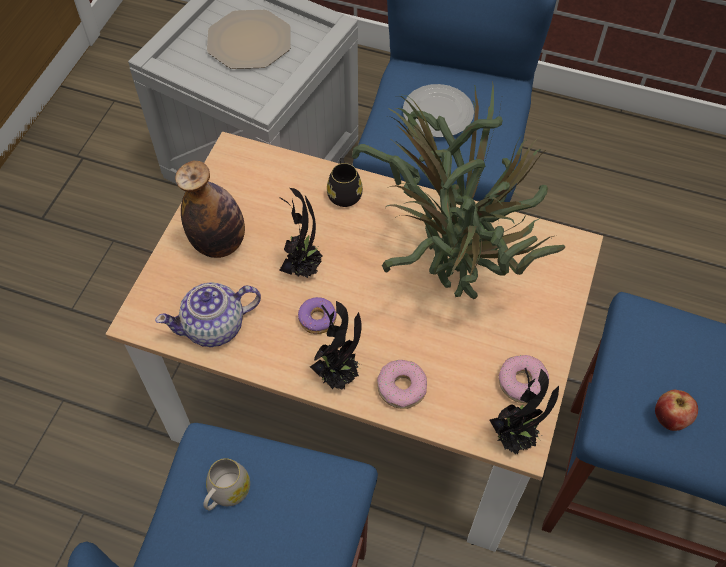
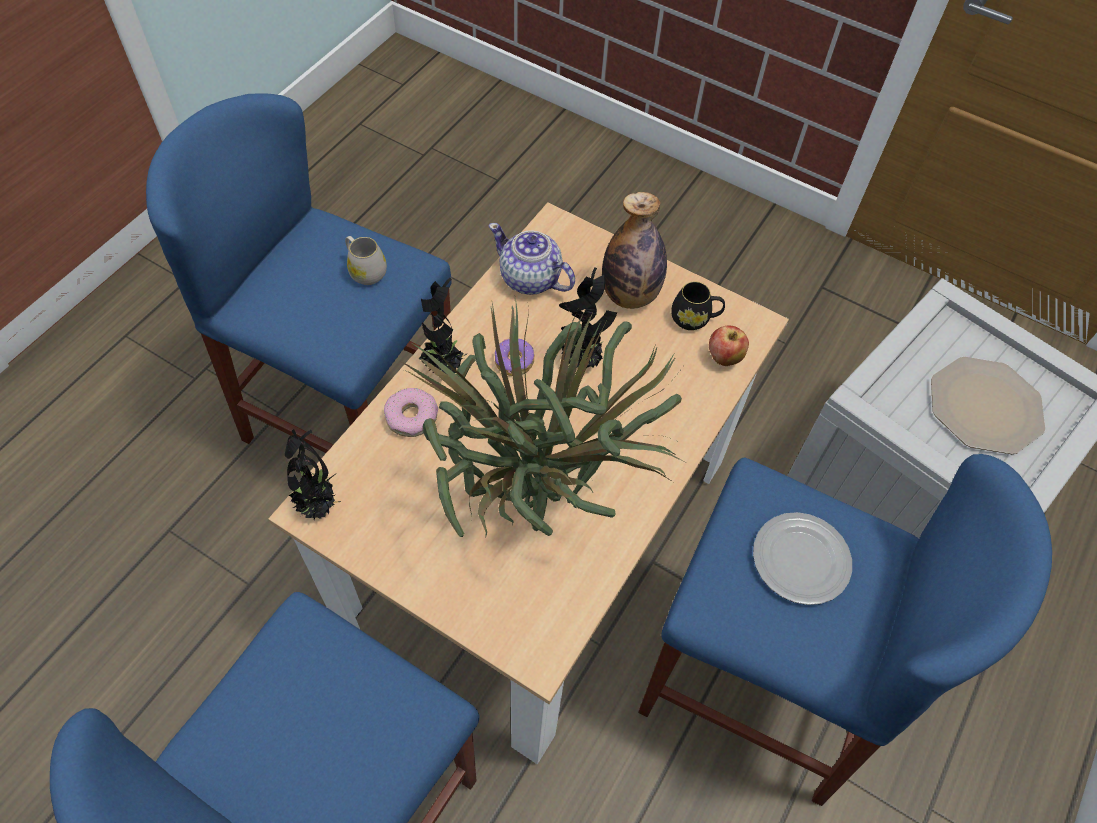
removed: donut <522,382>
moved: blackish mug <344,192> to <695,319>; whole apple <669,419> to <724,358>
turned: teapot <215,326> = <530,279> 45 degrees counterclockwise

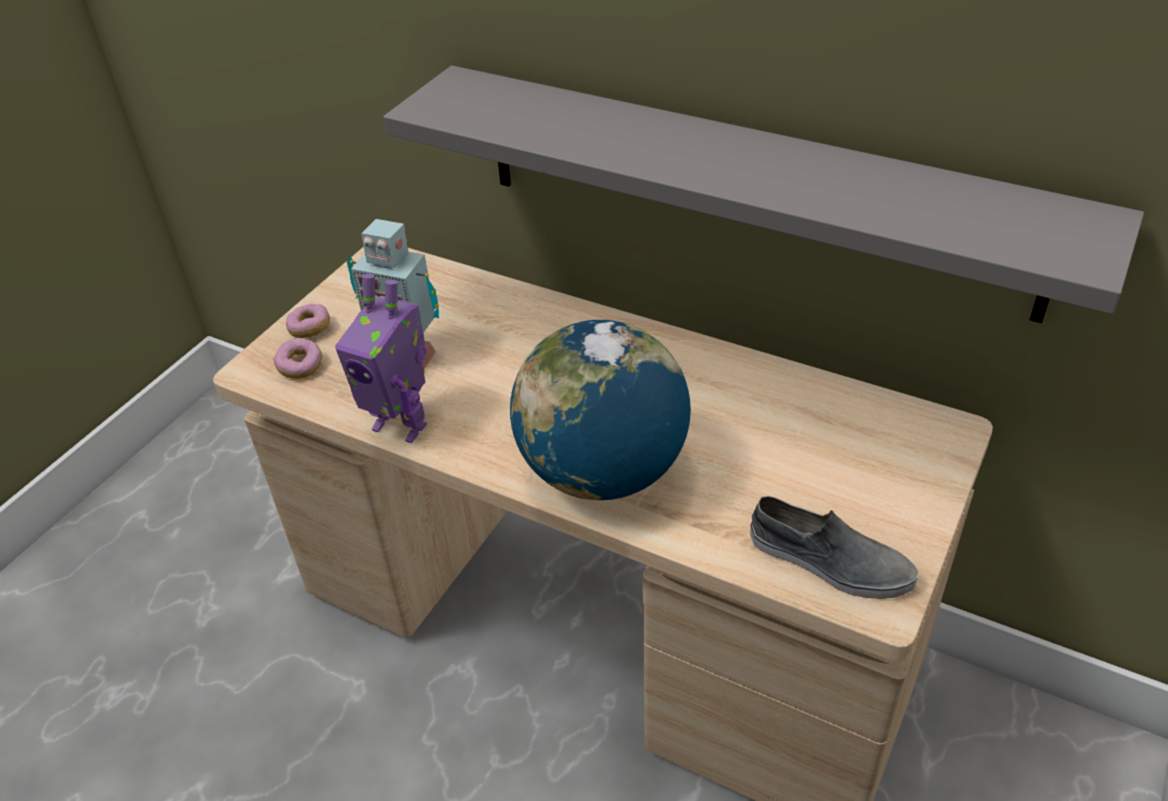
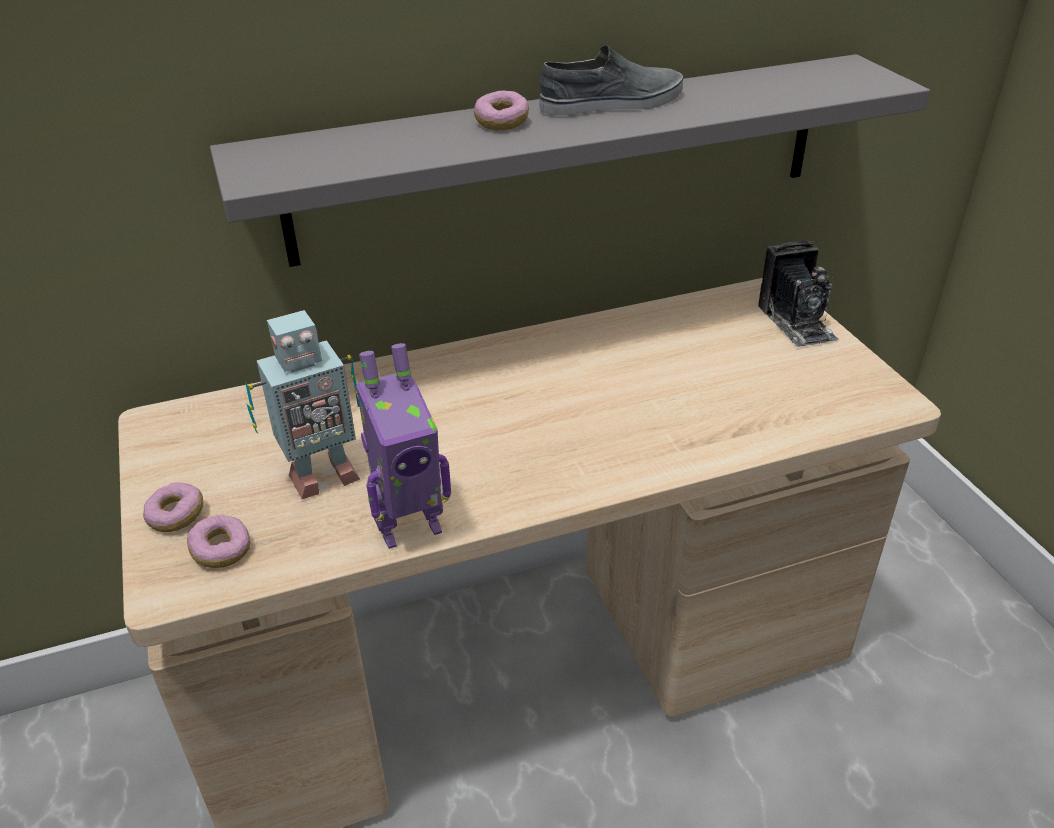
removed: desk globe <603,472>
added: donut <501,123>; photo camera <796,322>
moved: greyish shoe <829,562> to <613,103>

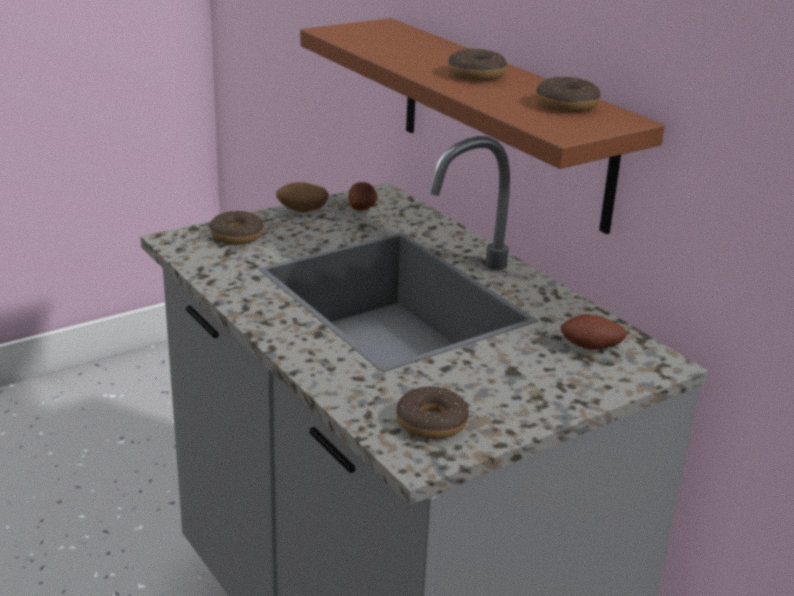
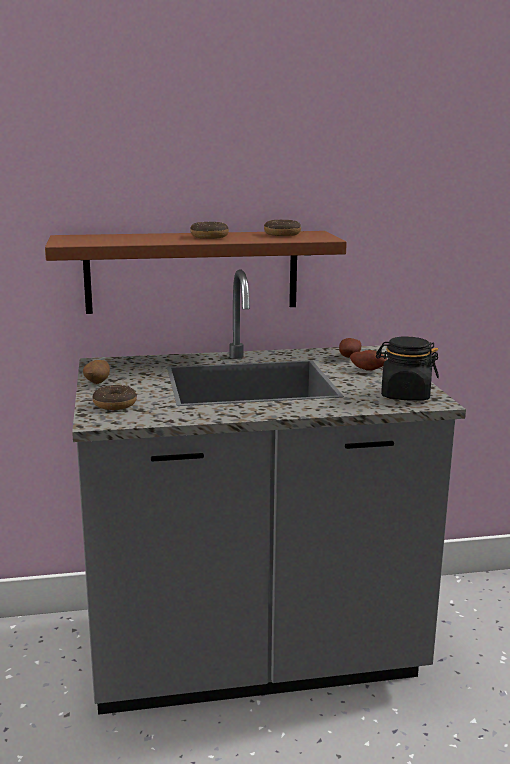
moved: whole potato <362,209> to <368,369>
replaced: donut <431,422> to blackish preserve jar <405,395>

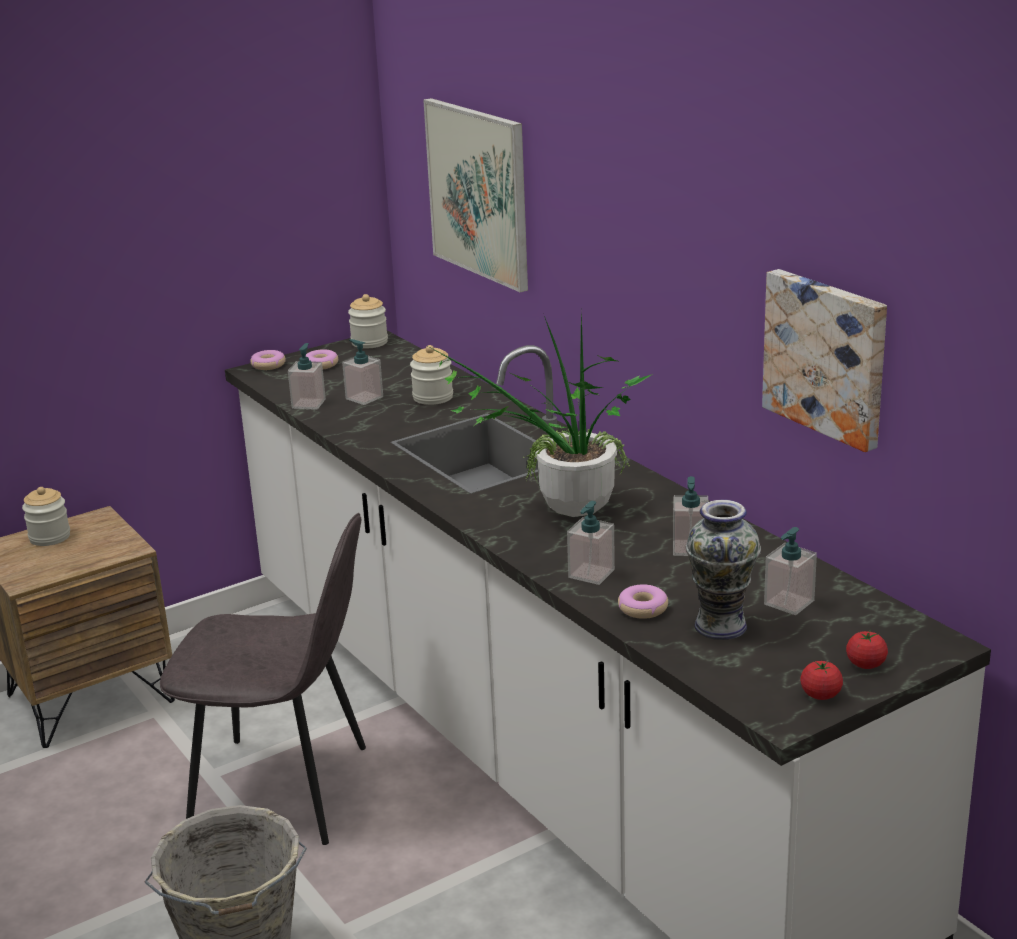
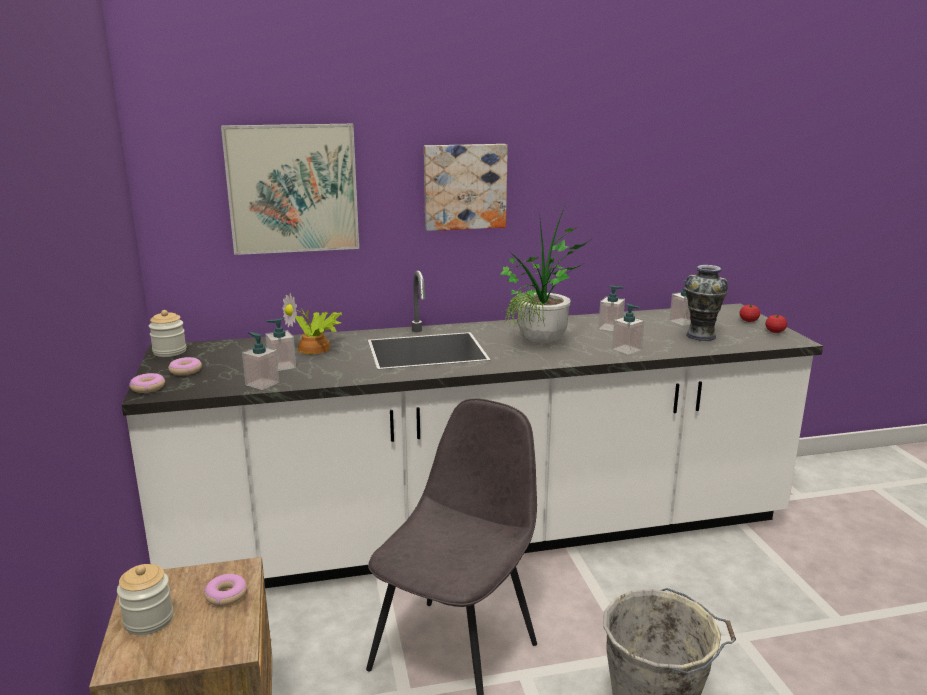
moved: wall picture <828,356> to <464,186>; donut <643,608> to <226,595>
replaced: preserve jar <433,397> to houseplant <316,348>

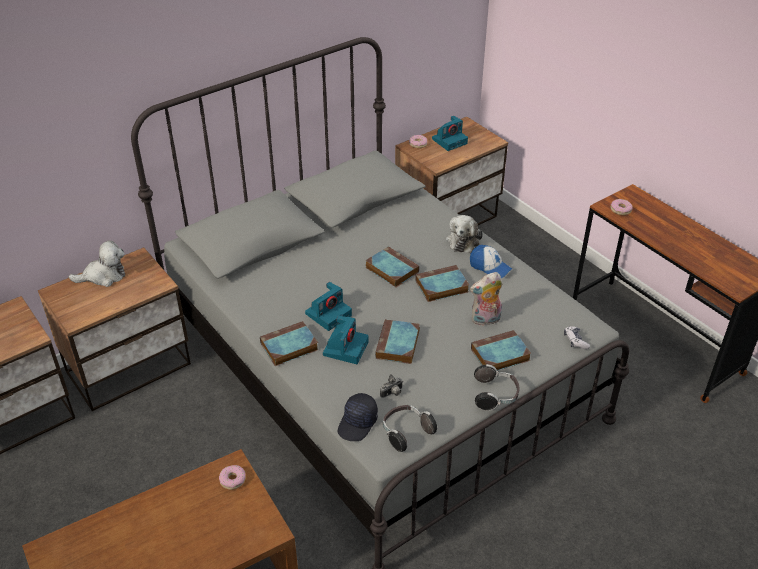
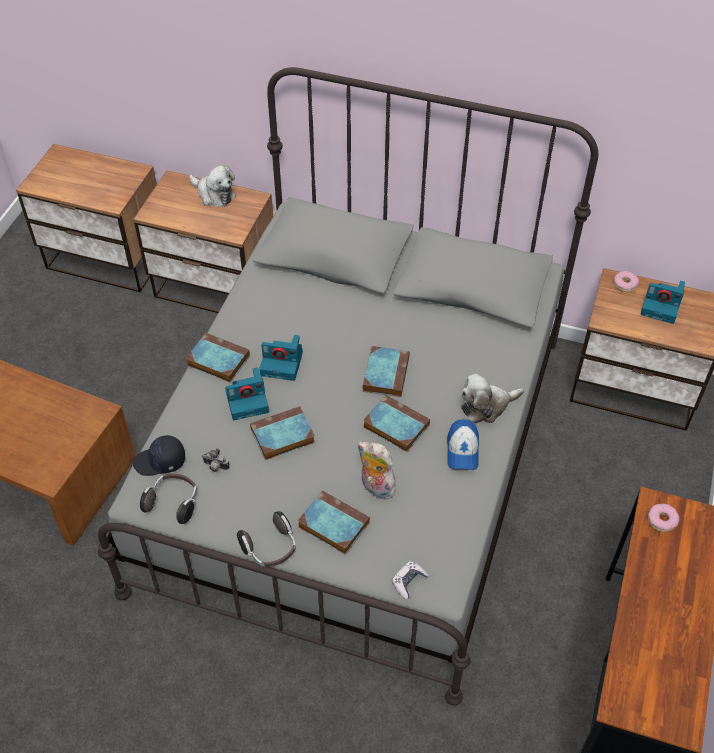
removed: donut <232,480>

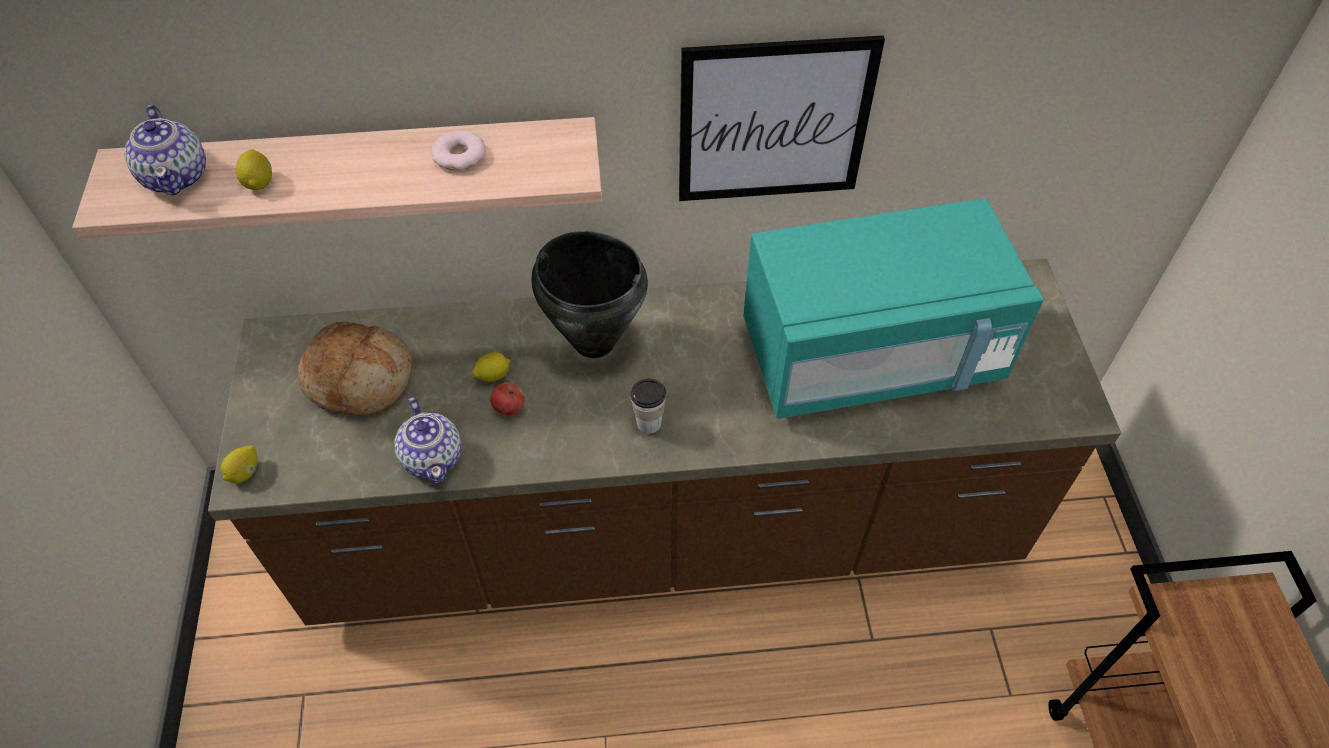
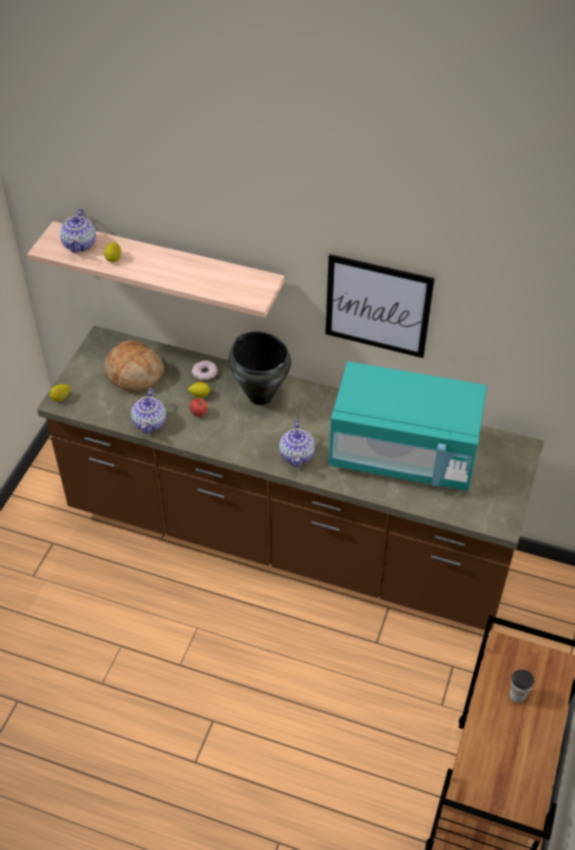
added: teapot <297,454>
moved: donut <460,155> to <205,372>; cup <648,423> to <517,695>

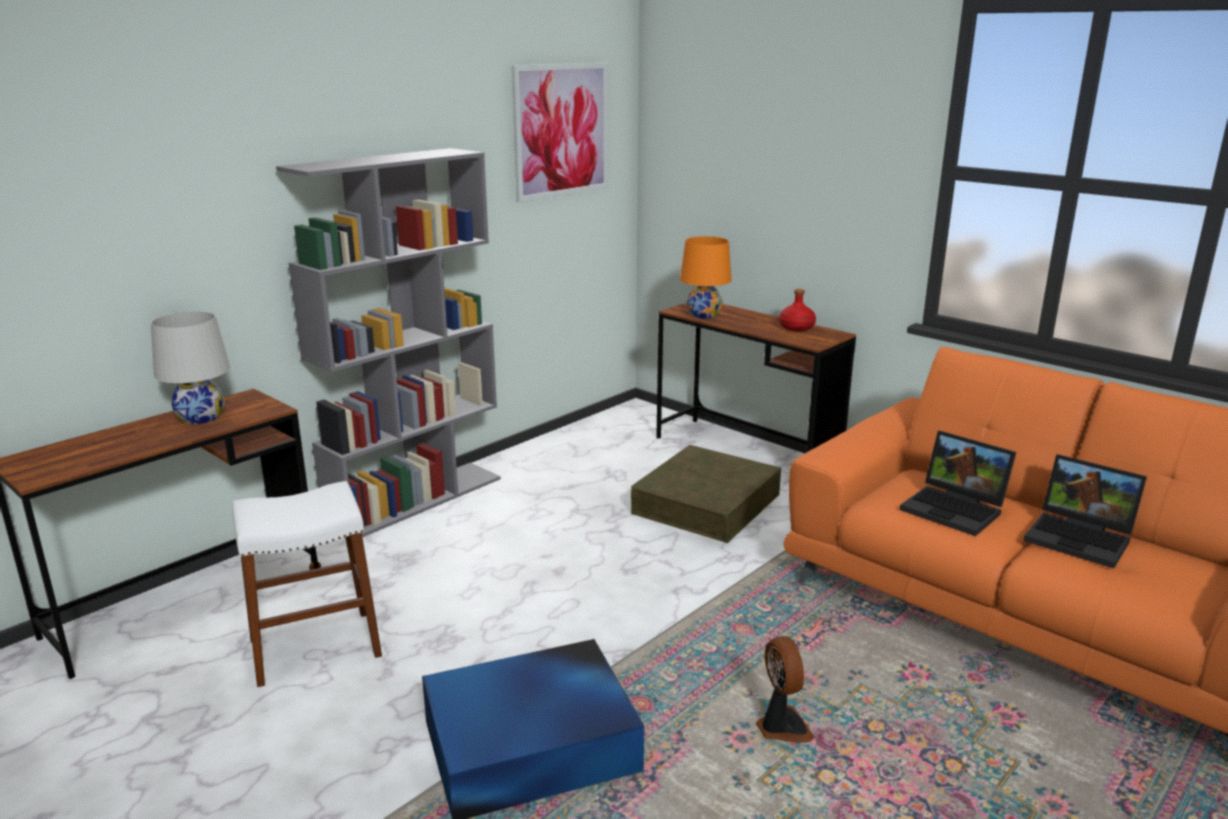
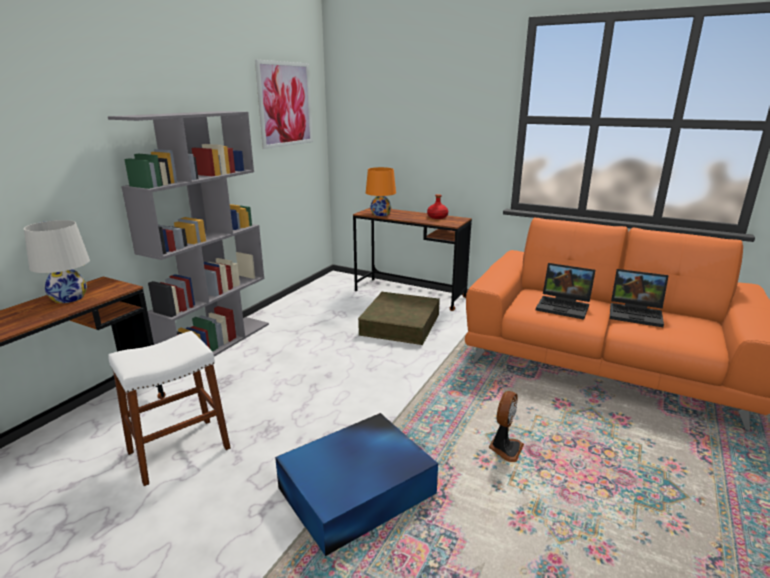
turned: fan <782,727> = <505,449> 60 degrees clockwise

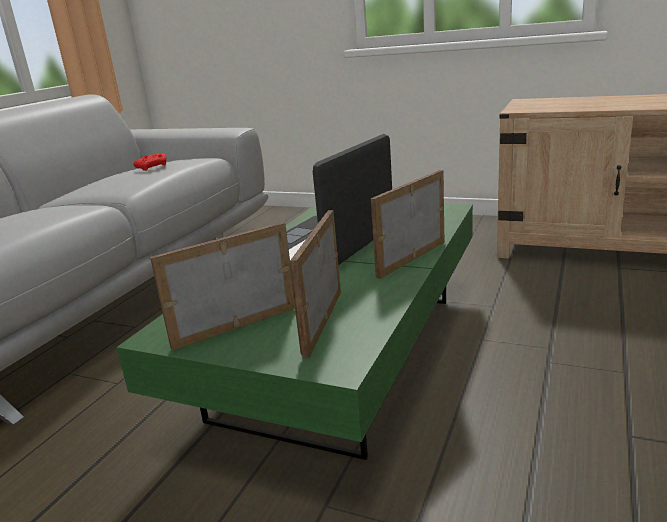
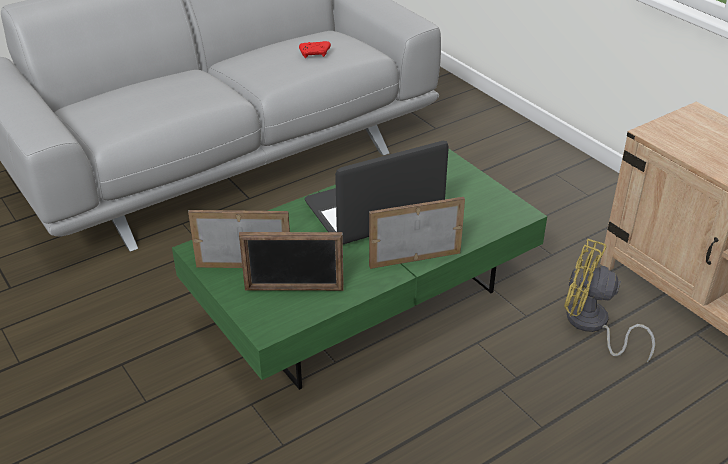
added: yellow-coloured fan <592,325>
turned: photo frame <322,321> = <294,289> 135 degrees counterclockwise

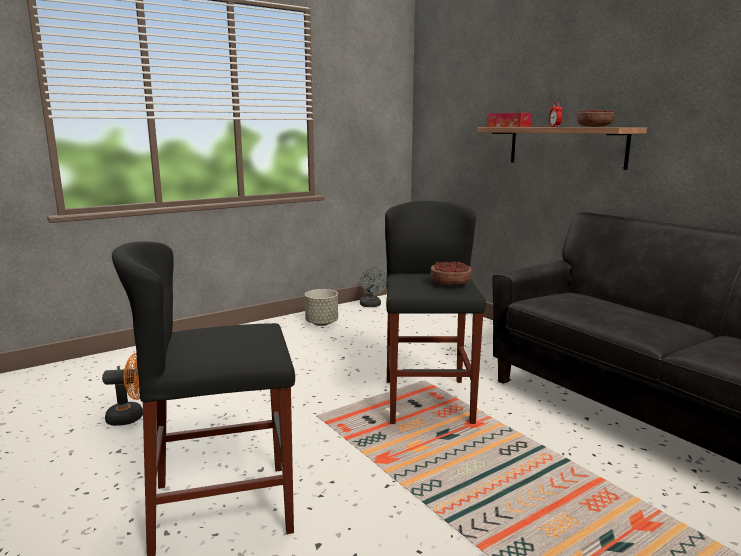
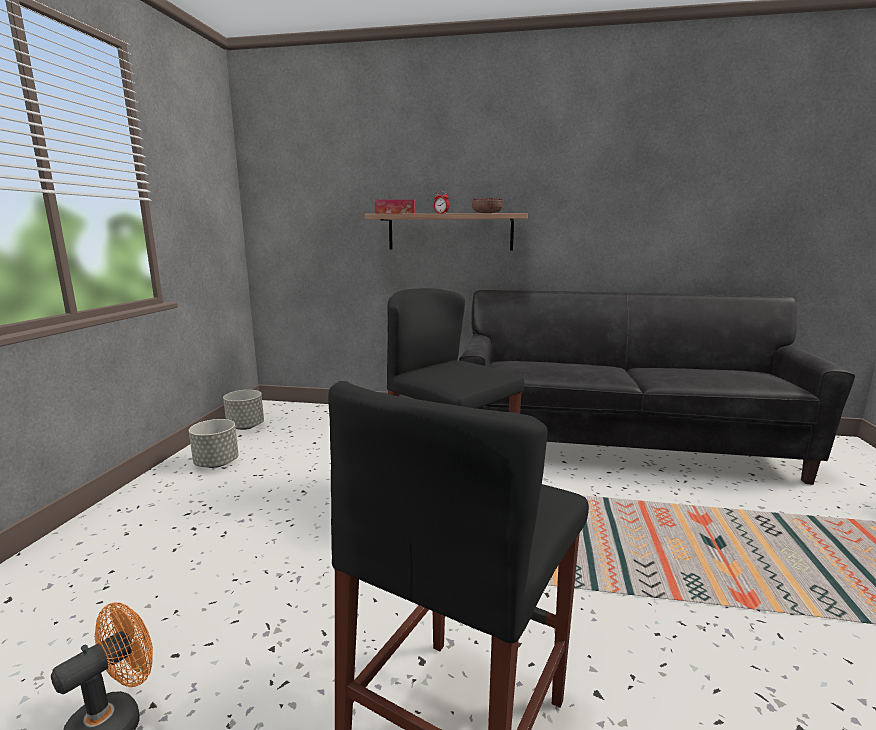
removed: serving bowl <450,283>
replaced: greyish fan <371,305> to greyish plant pot <245,426>

